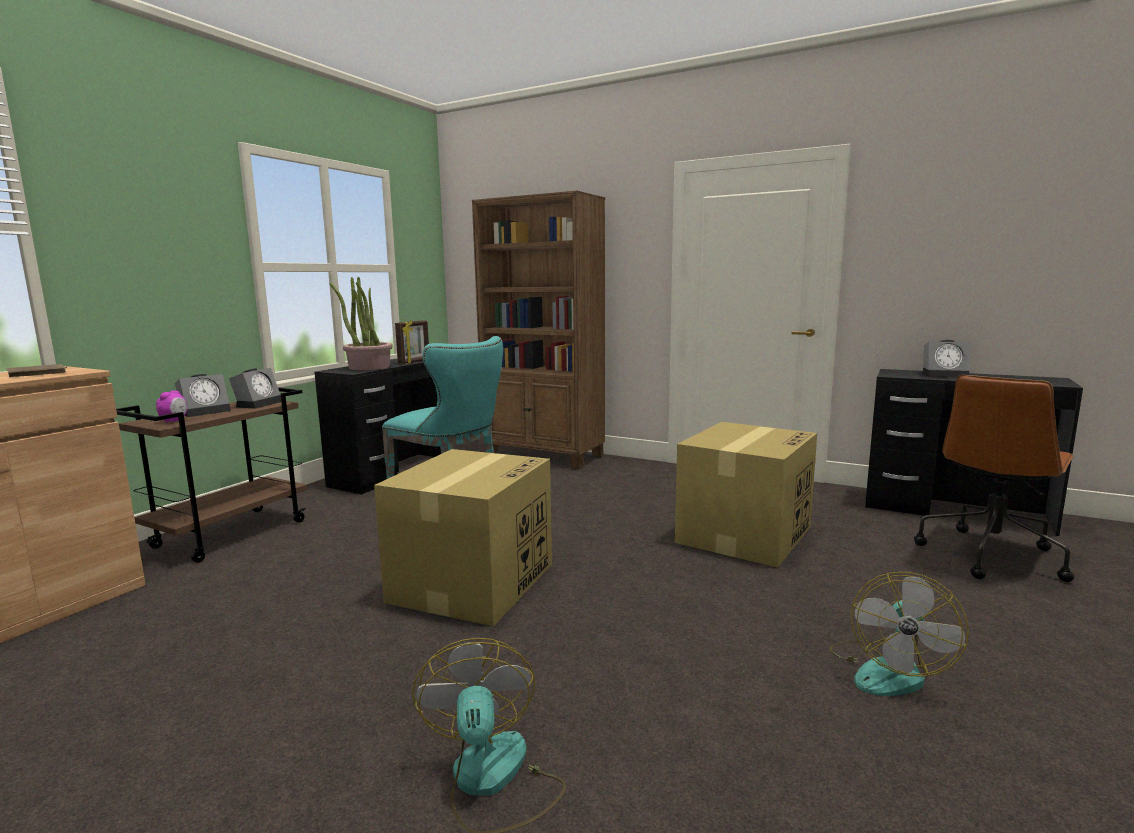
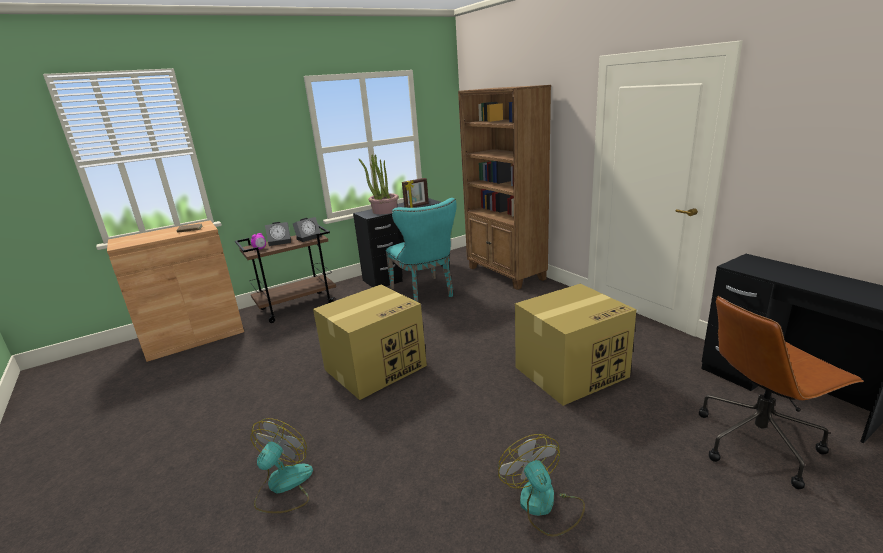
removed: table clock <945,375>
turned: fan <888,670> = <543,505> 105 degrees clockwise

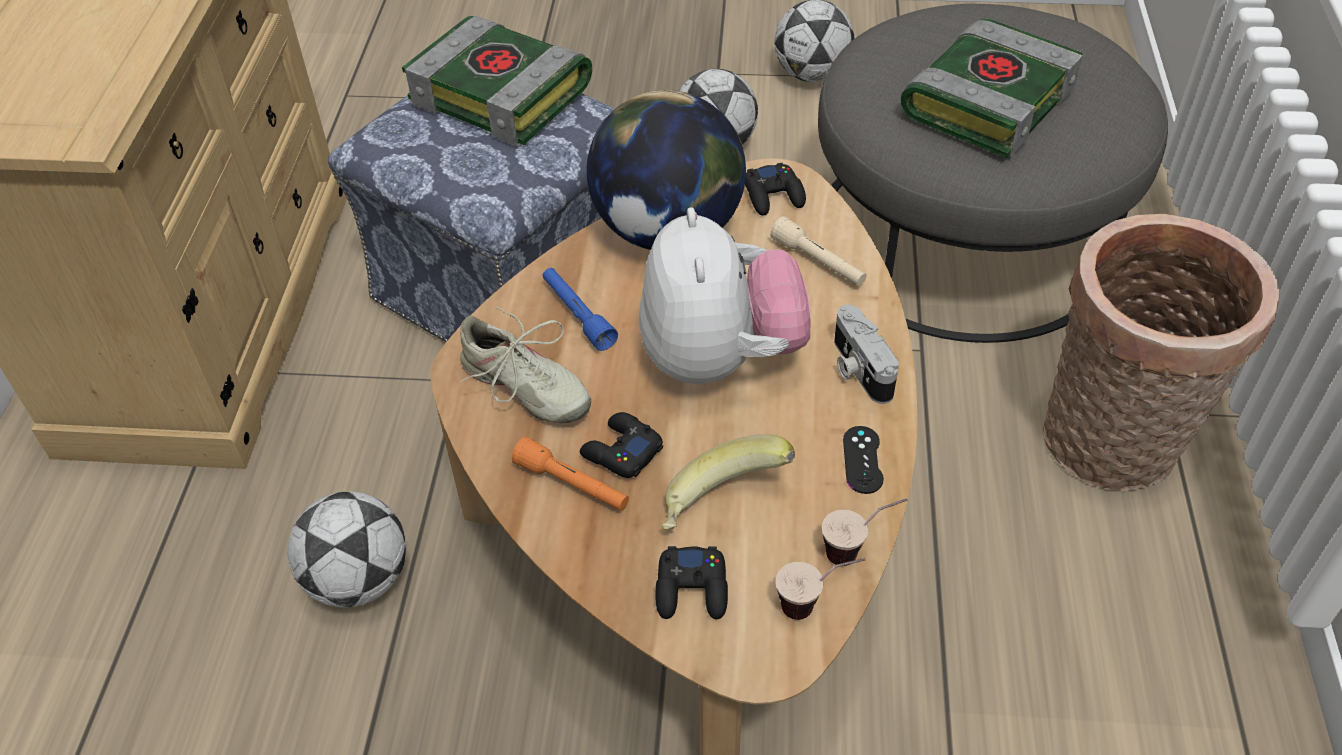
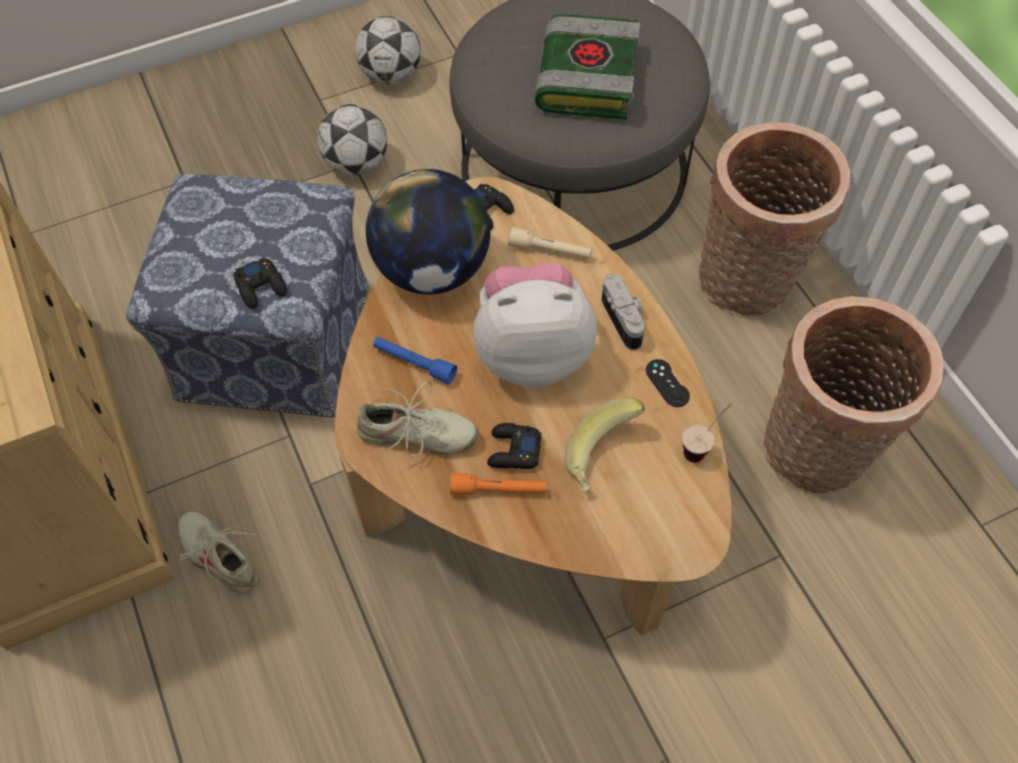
removed: book <504,94>; football ball <359,580>; cup <816,605>
added: household basket <817,455>; beige-coloured shoe <221,556>
moved: blackish gamepad <692,589> to <261,287>
turned: plush toy <720,358> = <532,352> 60 degrees counterclockwise; photo camera <858,369> = <625,320> 150 degrees counterclockwise

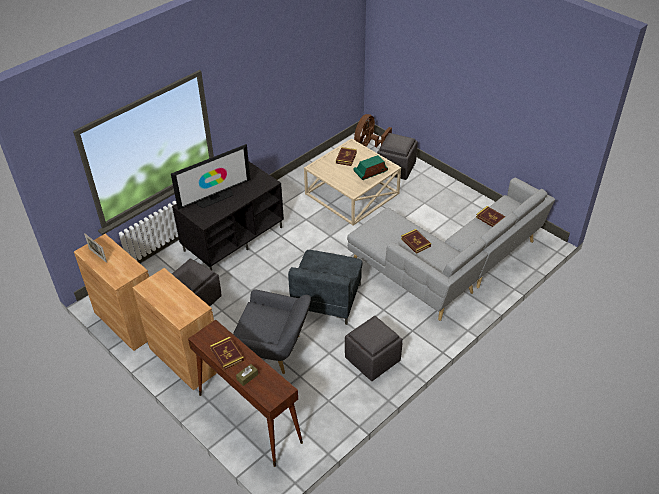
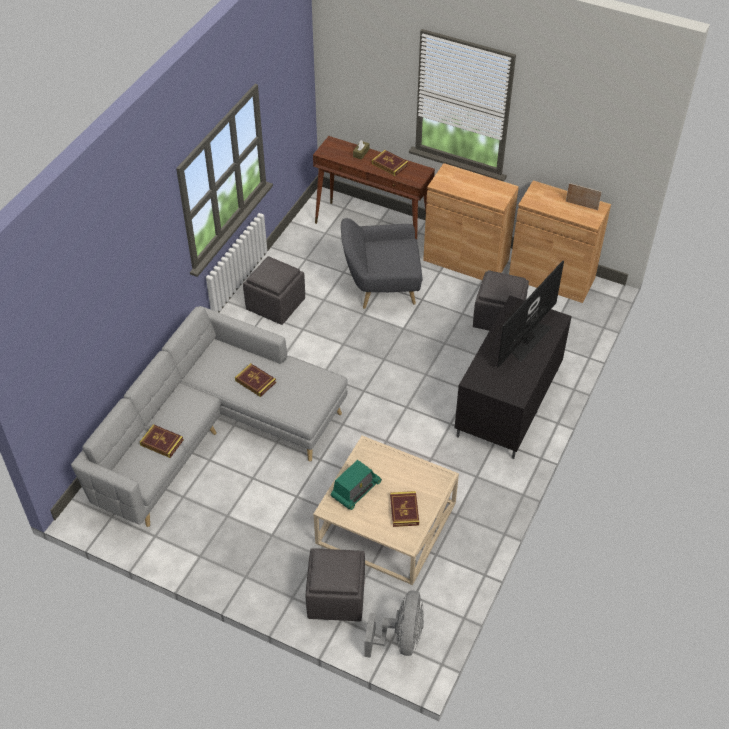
removed: greyish armchair <327,298>
recoloured: brown-coloured fan <368,146> to greyish fan <400,639>

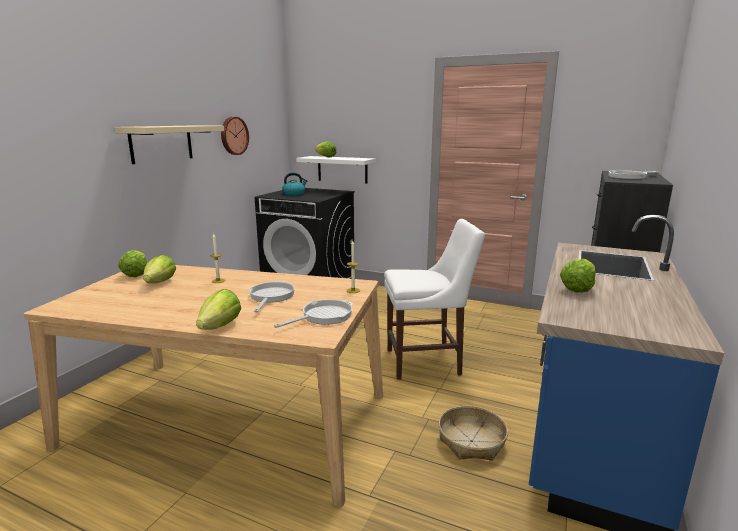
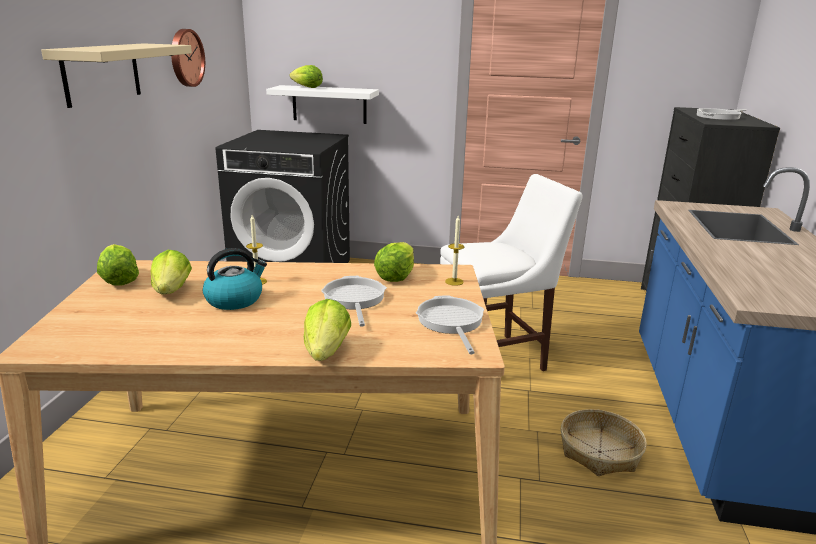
moved: kettle <294,194> to <235,299>; lettuce head <577,289> to <395,276>
turned: frying pan <324,316> = <450,322> 45 degrees counterclockwise

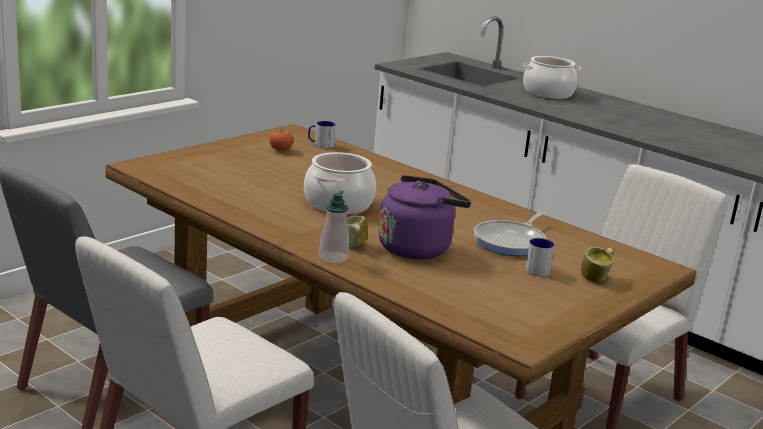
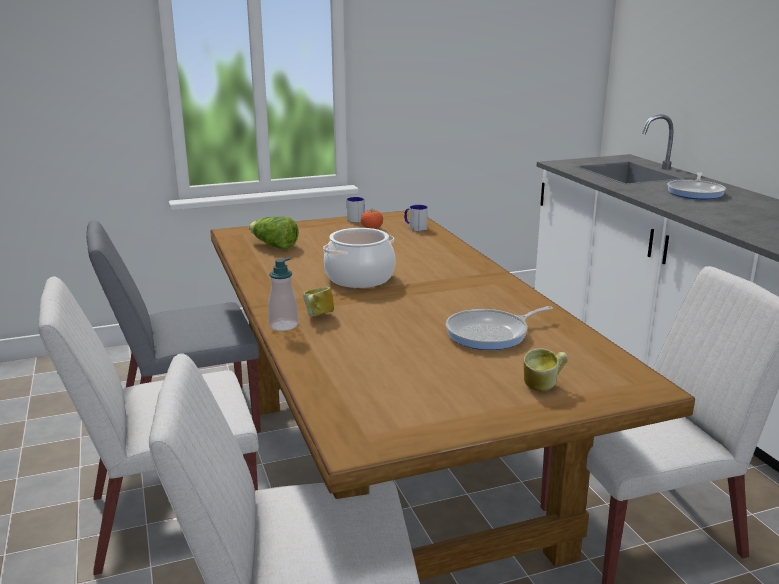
removed: purplish kettle <417,248>
added: lettuce head <274,246>
moved: mug <536,268> to <357,219>
replaced: saucepot <548,93> to frying pan <696,192>

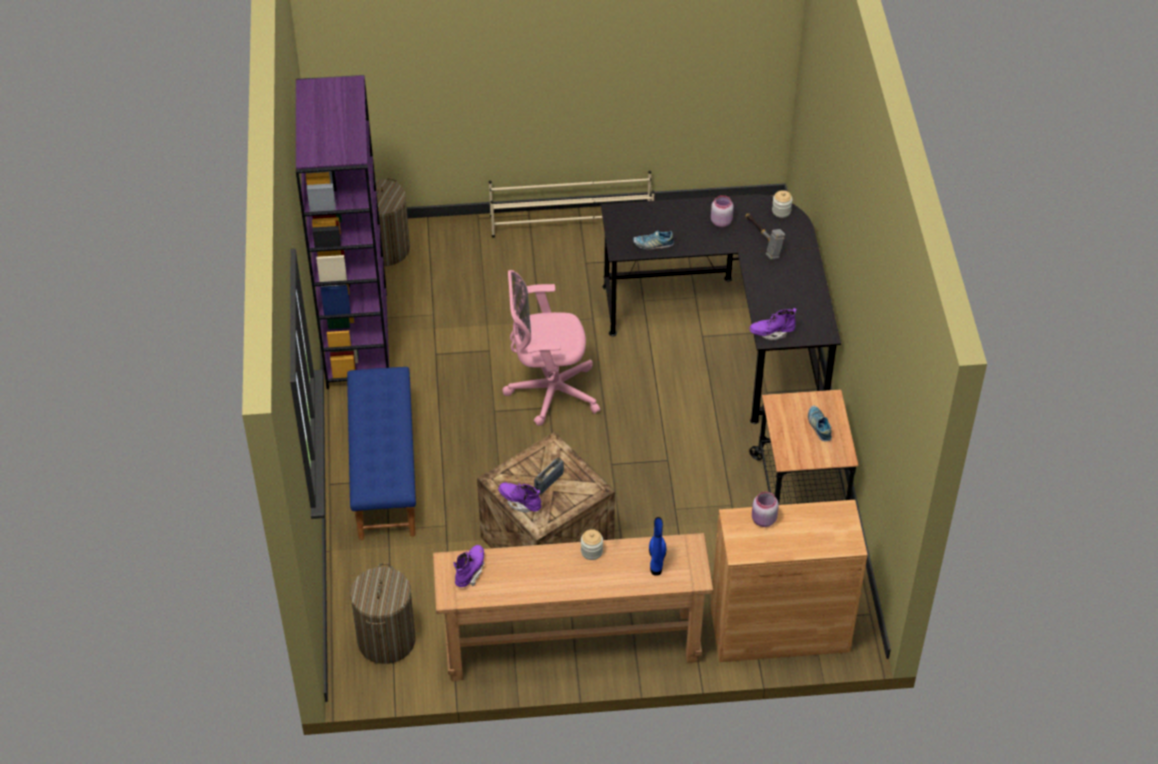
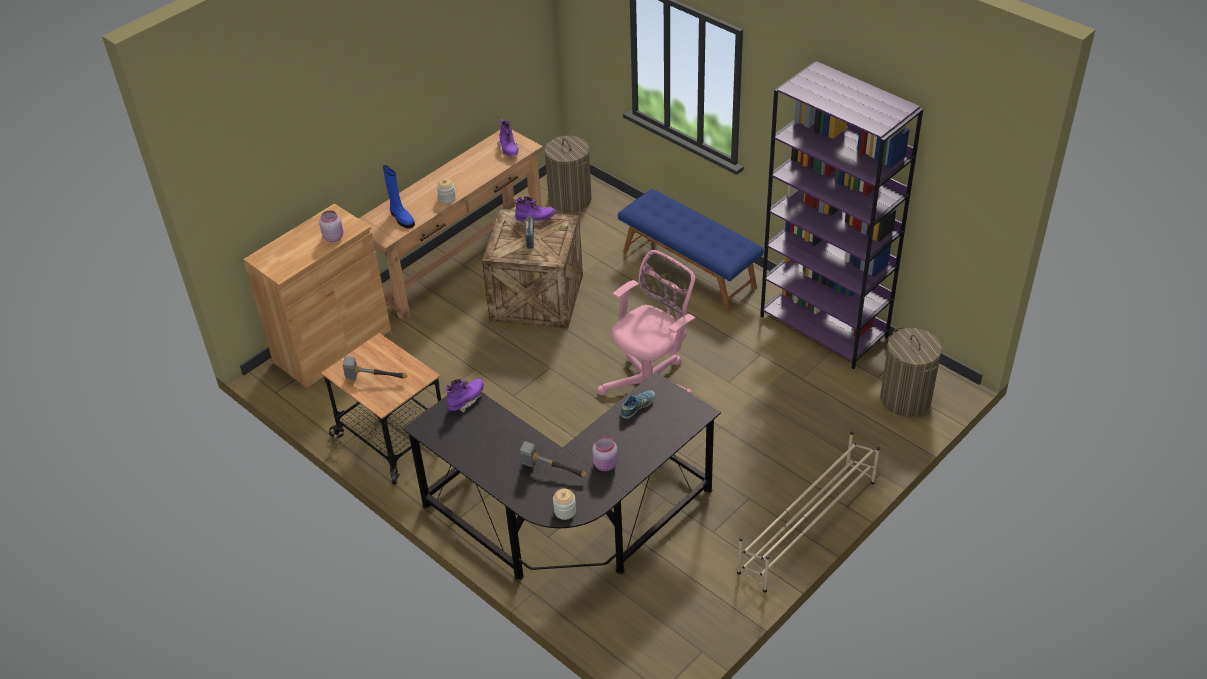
replaced: shoe <819,426> to hammer <374,380>

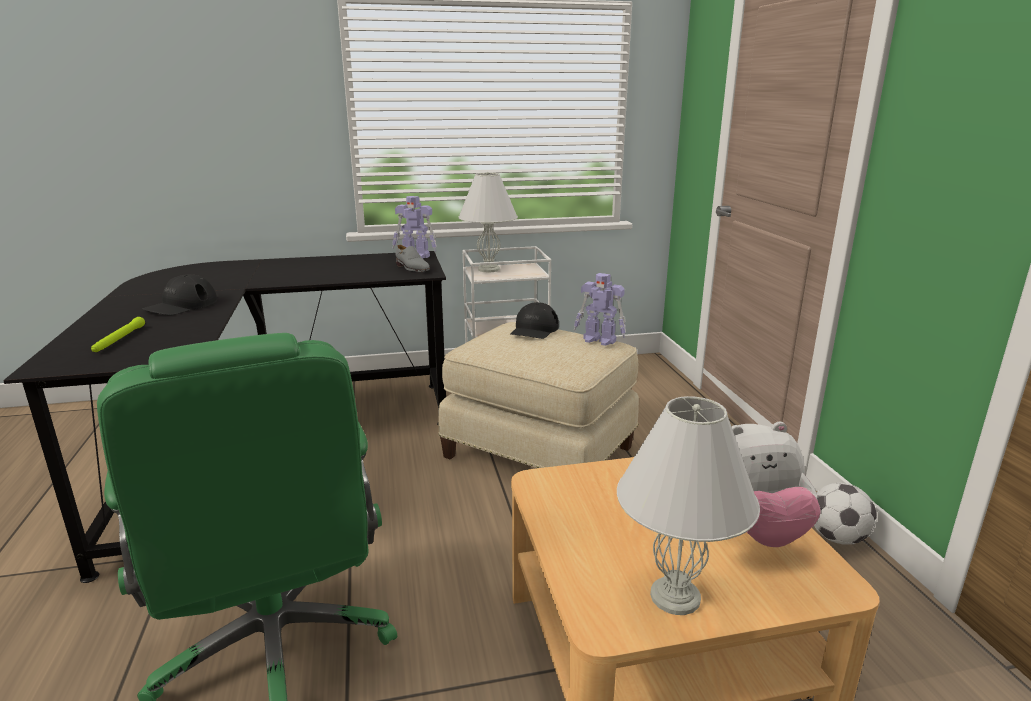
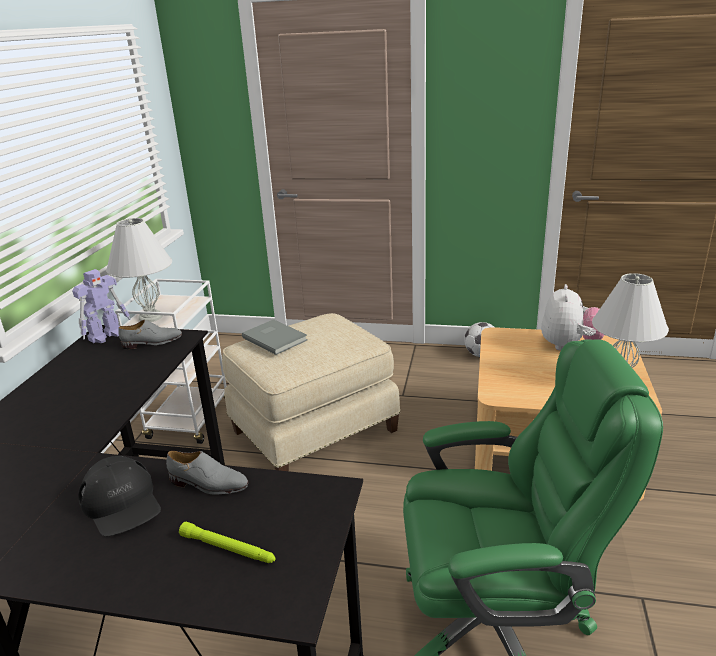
removed: toy robot <600,340>
added: greyish shoe <208,484>
replaced: blackish cap <534,329> to greyish book <275,338>

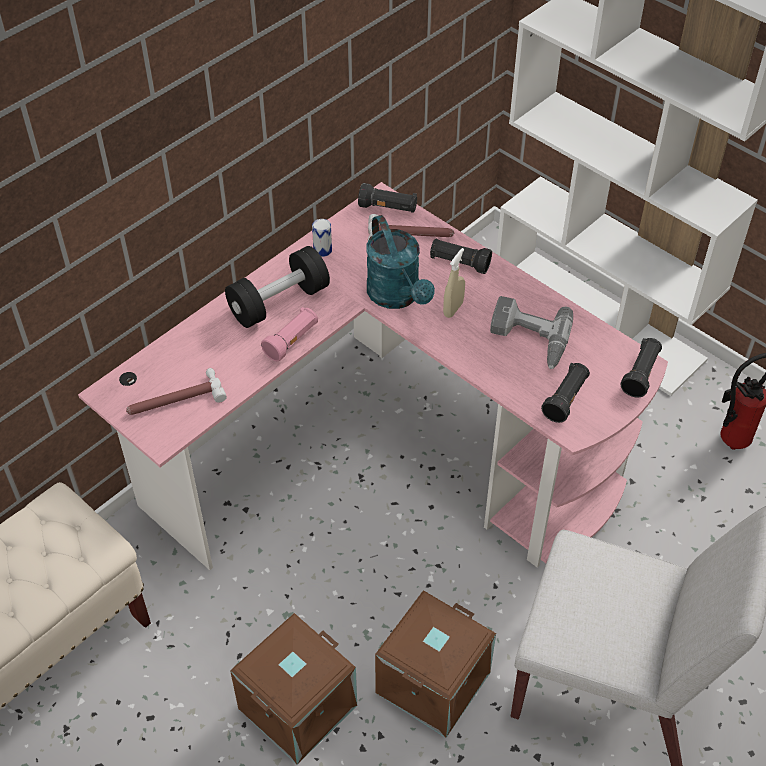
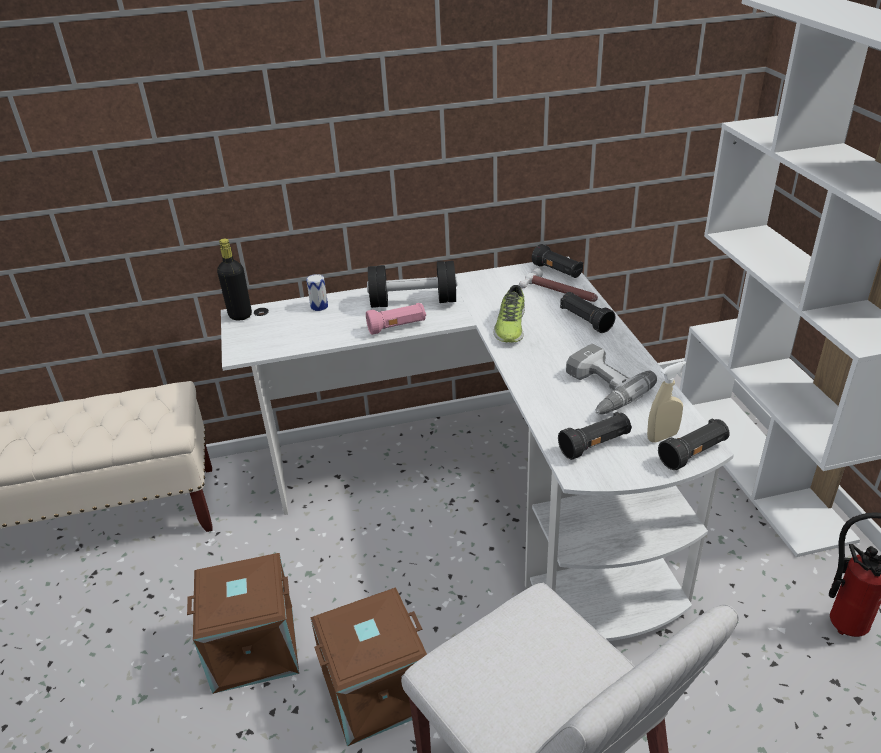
removed: hammer <174,400>
added: blackish bottle <240,315>
moved: sealed can <322,250> to <319,306>; beige-coloured hand sprayer <453,309> to <662,436>
replaced: turquoise-coloured watering pot <398,297> to shoe <510,326>
recoloured: pink-coloured desk <387,451> to white-coloured desk <488,492>

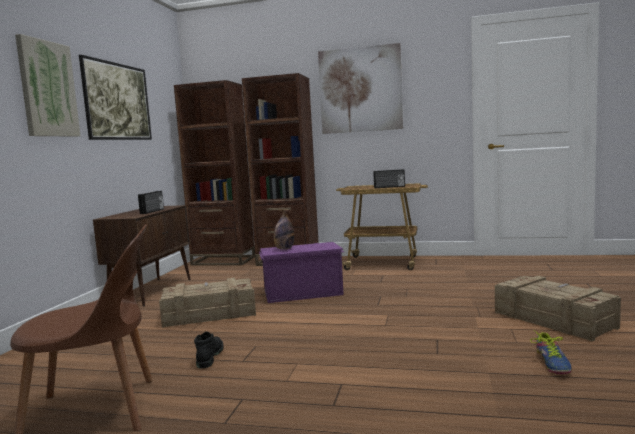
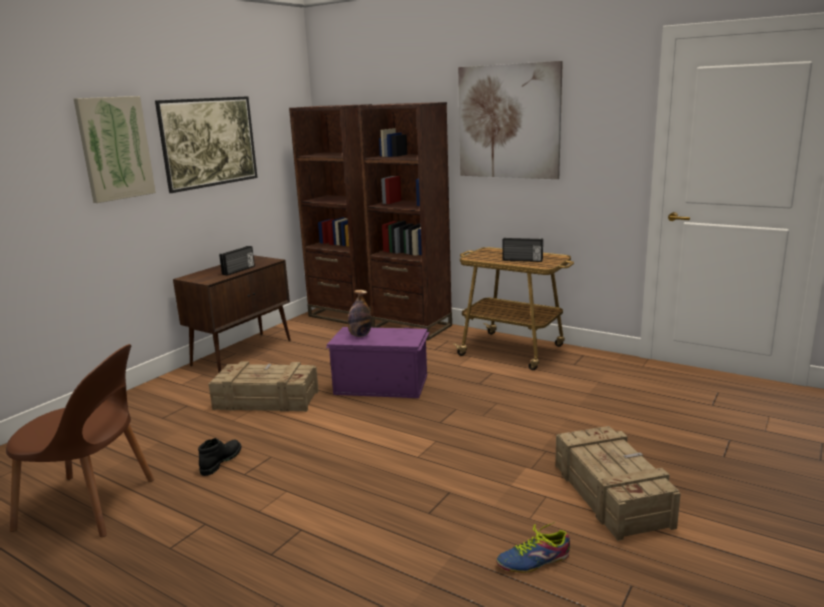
turned: shoe <552,363> = <534,560> 45 degrees clockwise

